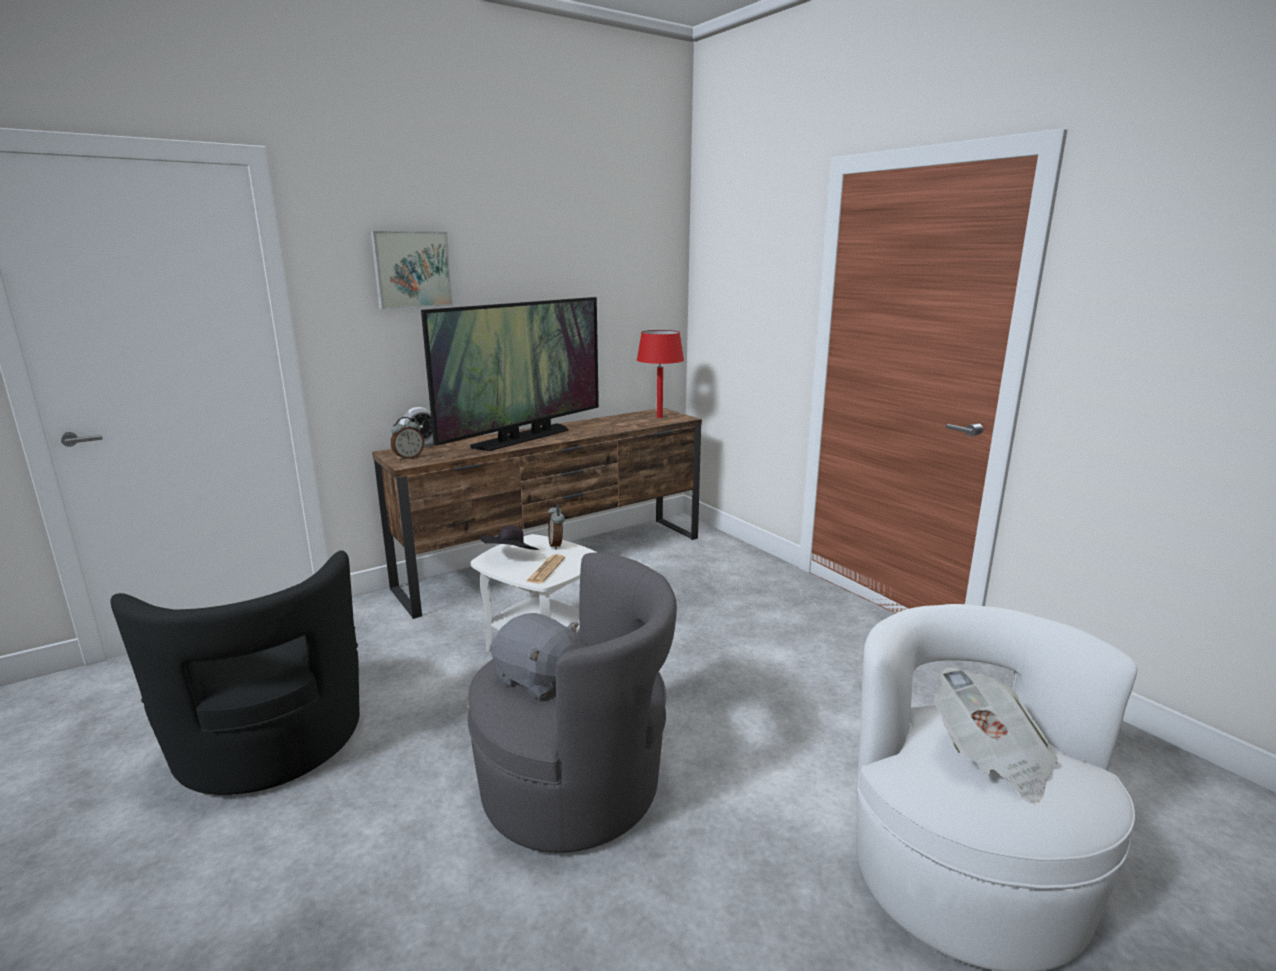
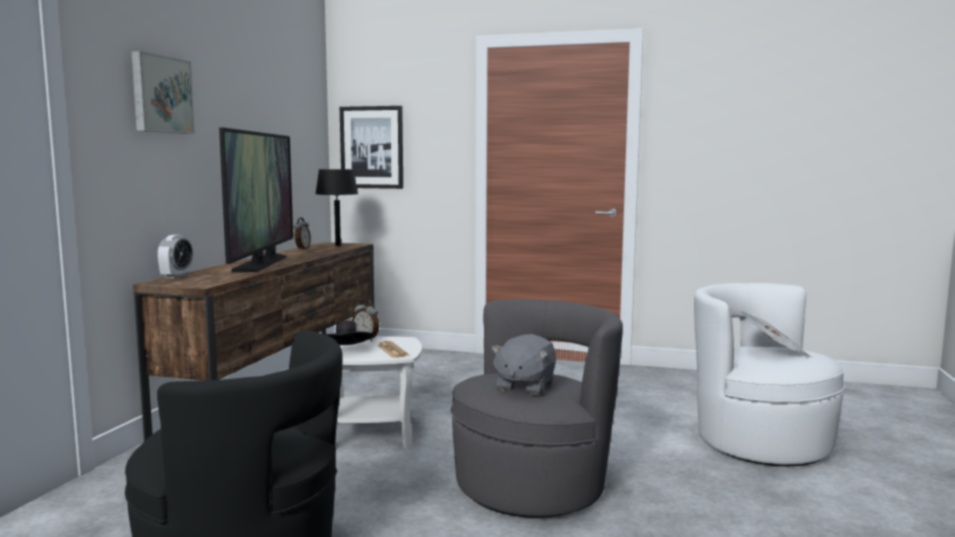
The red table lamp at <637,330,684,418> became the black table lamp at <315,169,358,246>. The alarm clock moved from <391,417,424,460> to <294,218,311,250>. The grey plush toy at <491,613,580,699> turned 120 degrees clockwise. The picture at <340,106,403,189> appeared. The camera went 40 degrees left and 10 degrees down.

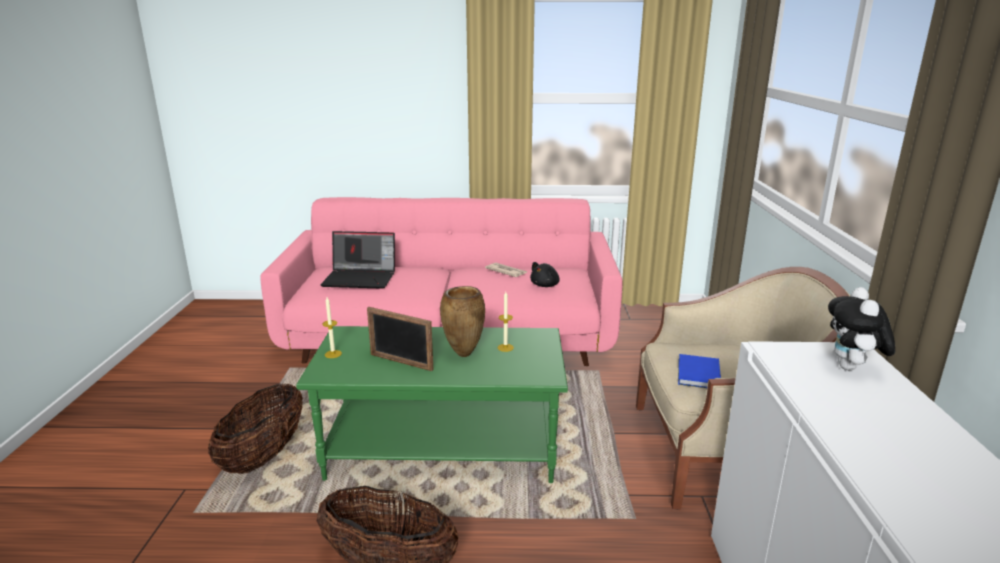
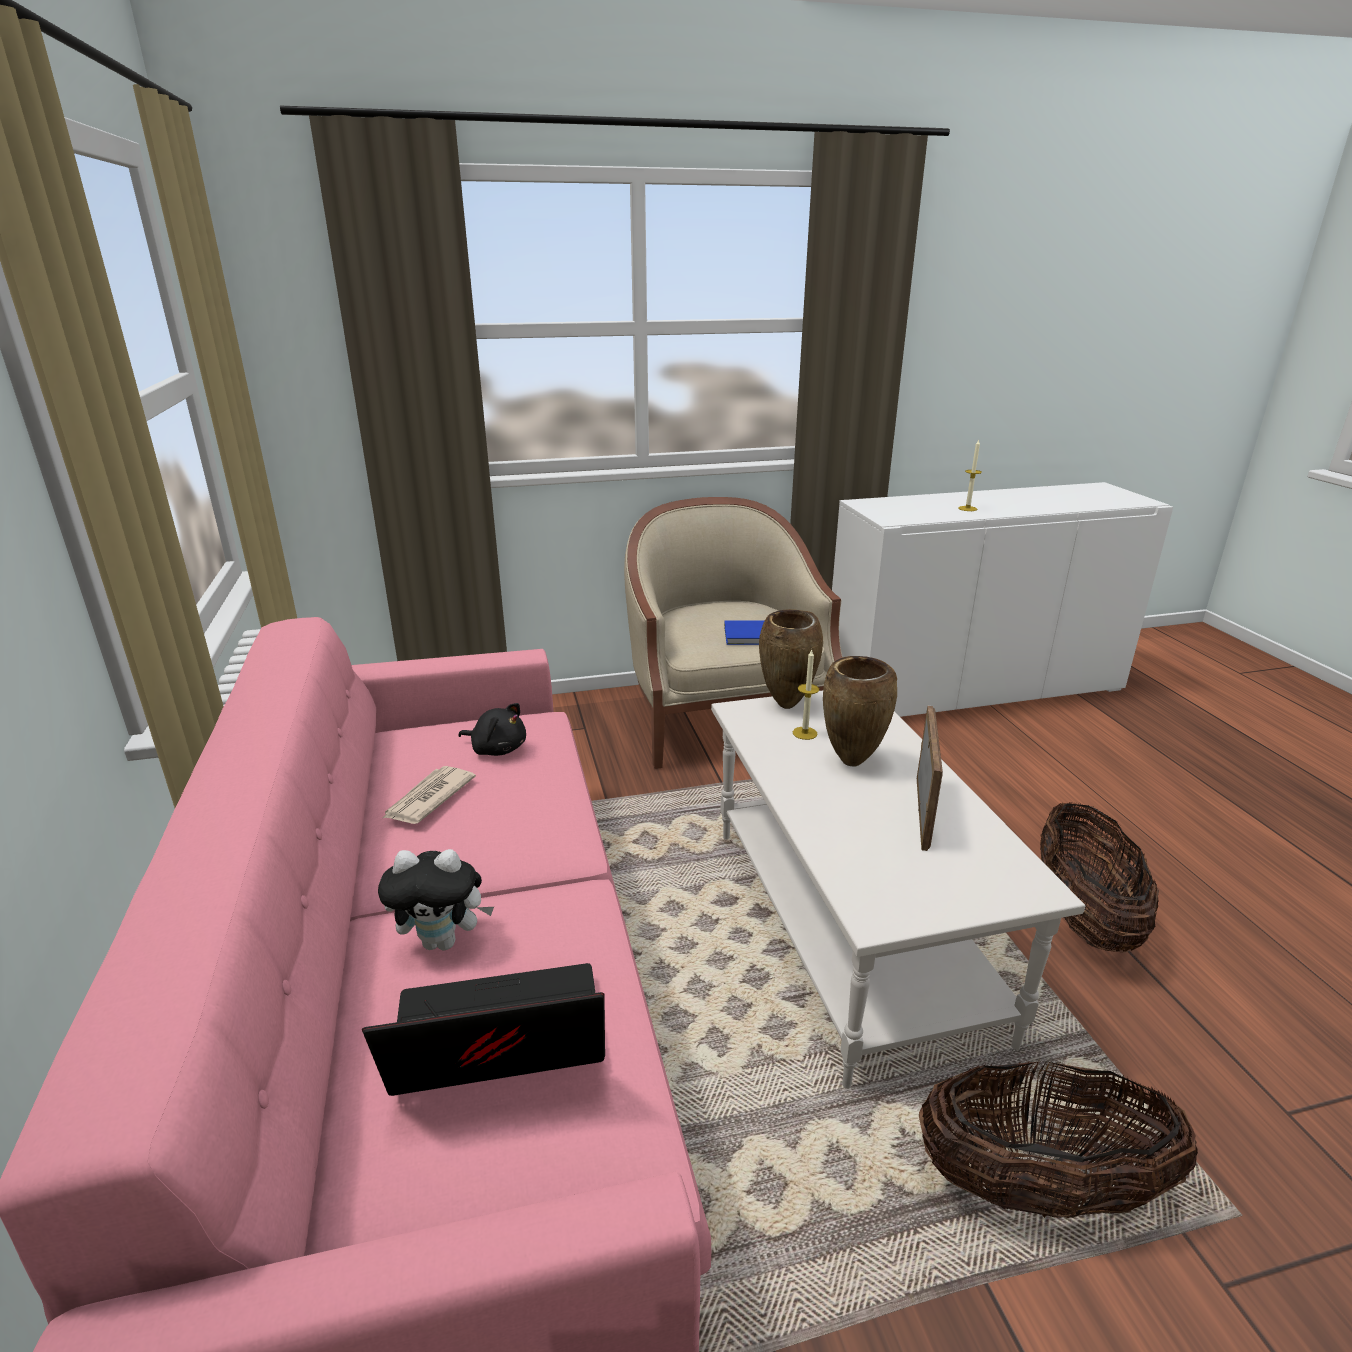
The laptop at <321,231,395,289> turned 90 degrees counterclockwise. The plush toy moved from <828,287,895,370> to <378,849,494,951>. The candle moved from <322,297,342,358> to <958,439,982,511>. The green coffee table at <296,326,568,483> became the white coffee table at <711,690,1085,1089>. The brown vase at <759,609,823,709> appeared. The camera went 105 degrees left and 5 degrees up.

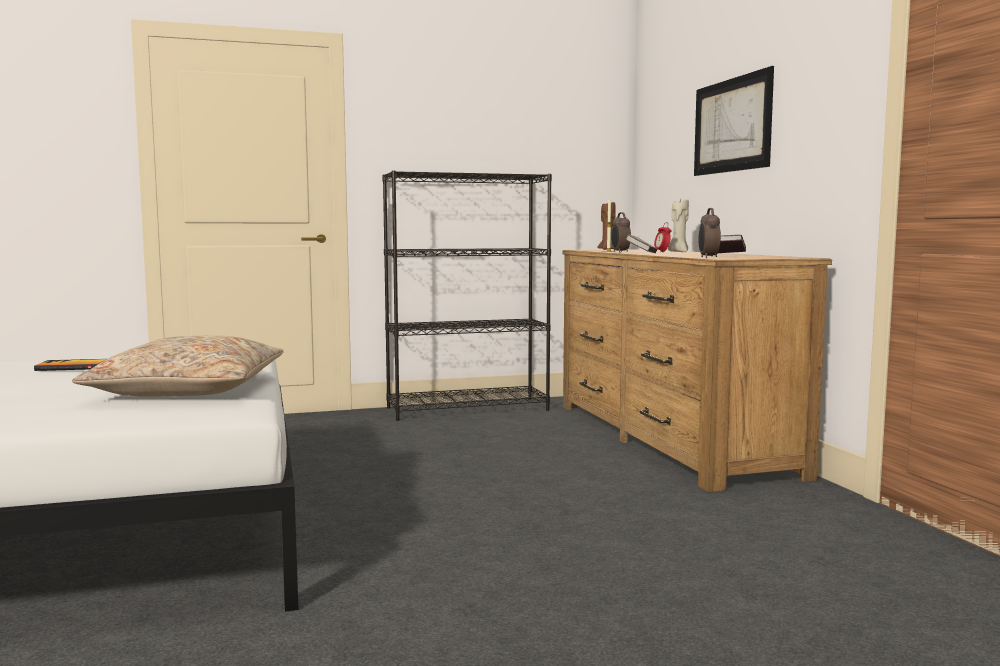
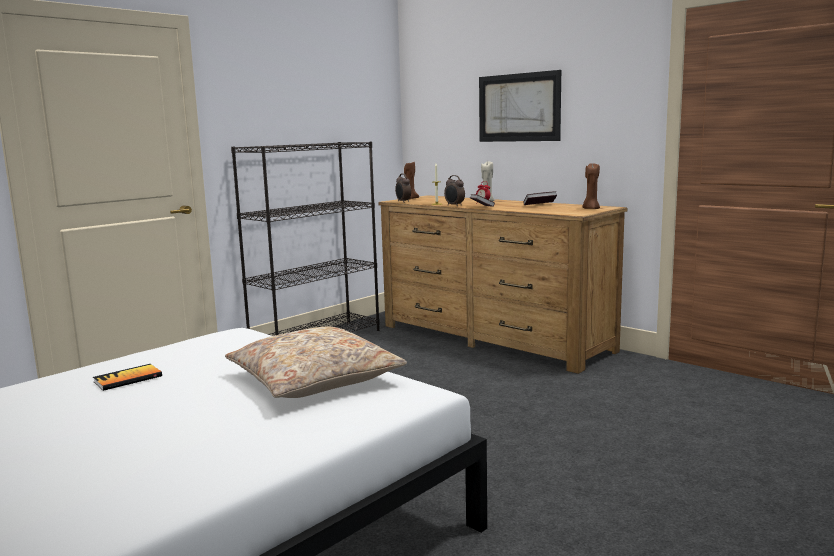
The alarm clock moved from <698,208,721,258> to <395,173,411,202>. The brown candle at <583,163,600,209> appeared. The camera went 30 degrees left and 5 degrees up.

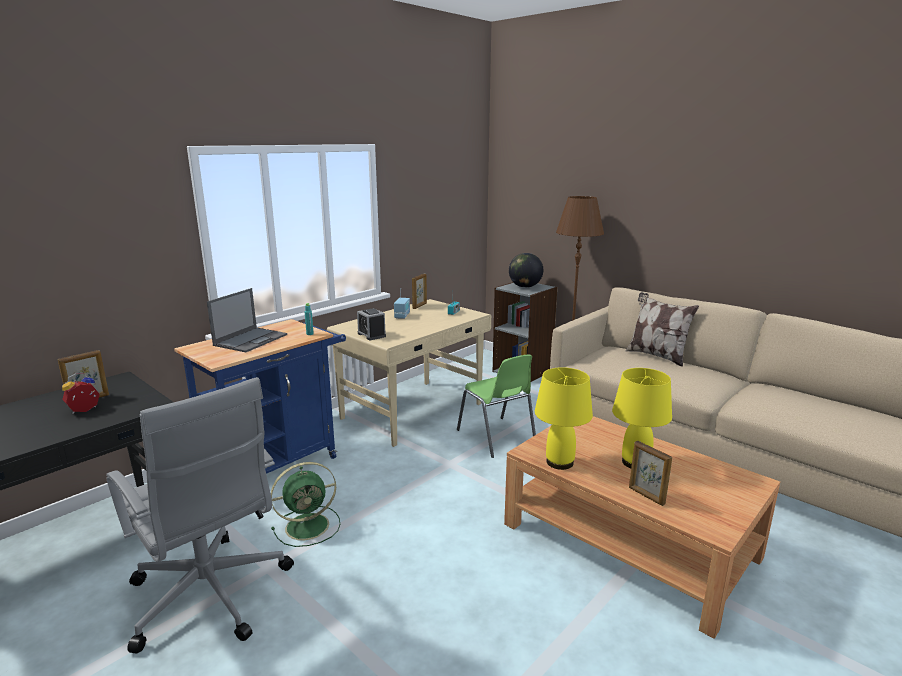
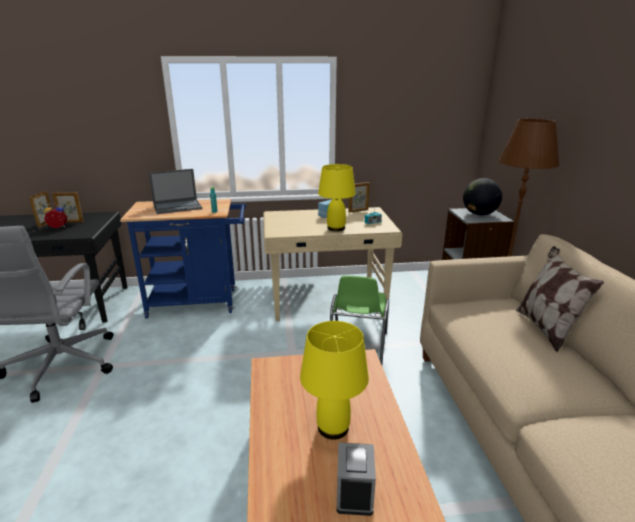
The alarm clock moved from <357,308,386,340> to <337,443,376,516>. The yellow table lamp moved from <535,367,593,470> to <318,164,356,232>. The picture frame moved from <629,441,672,506> to <29,191,52,228>. The green fan at <271,462,340,547> disappeared. The camera went 40 degrees right and 5 degrees up.

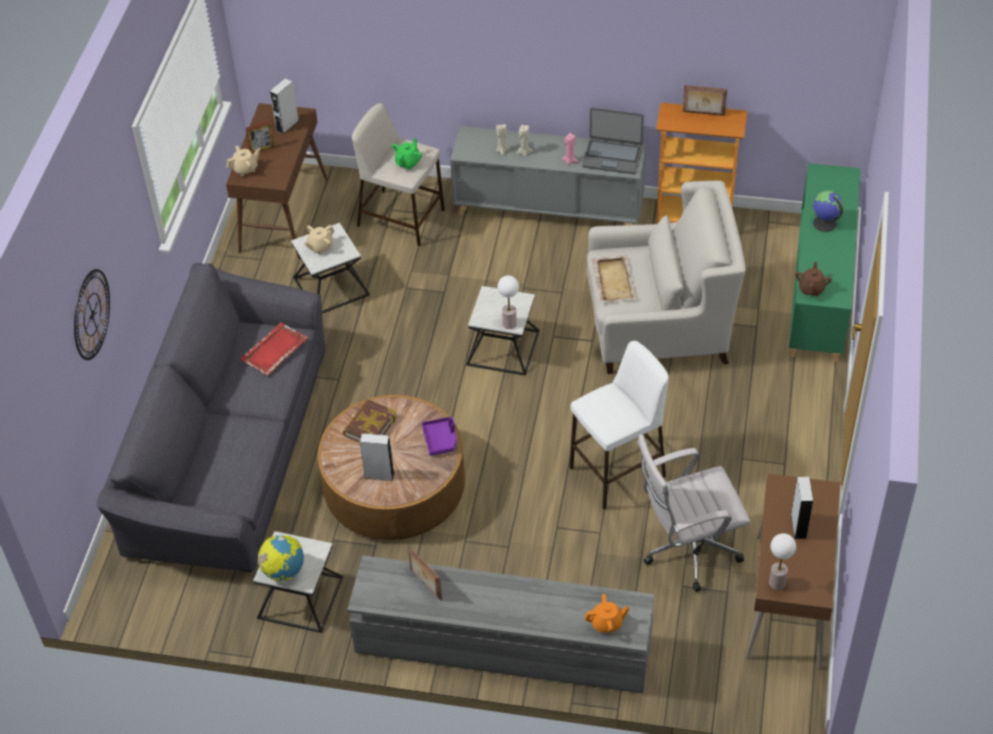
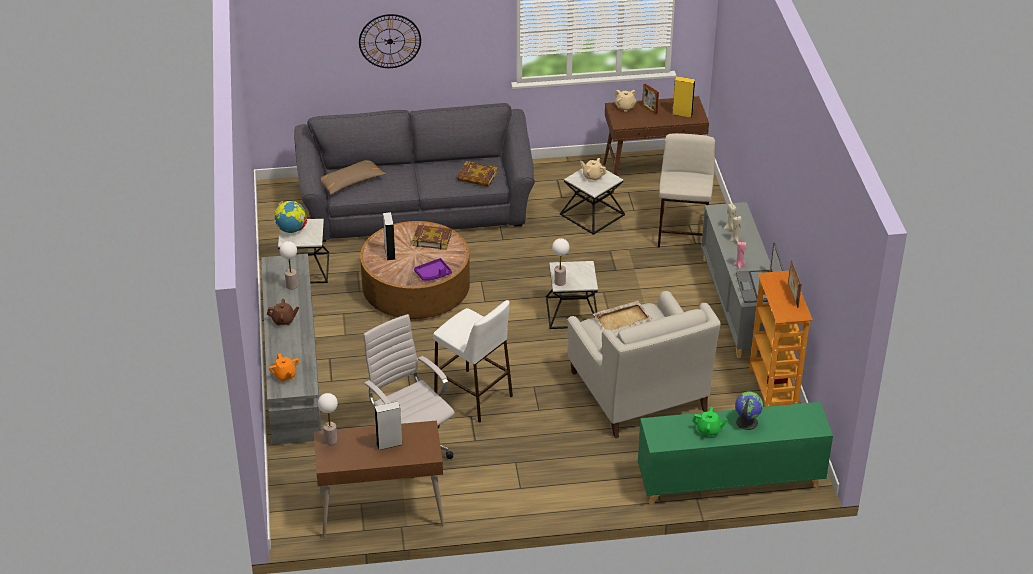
The grey speaker at <270,78,299,134> became the yellow speaker at <672,76,695,118>. The green teapot moved from <392,138,422,170> to <692,407,728,436>. The brown teapot moved from <795,262,832,296> to <267,299,299,325>. The red tray at <240,322,308,375> was replaced by the book at <457,161,498,187>. The picture frame at <408,546,442,601> was replaced by the table lamp at <280,241,298,290>. The brown pillow at <321,160,386,195> appeared. The camera went 70 degrees right and 10 degrees down.

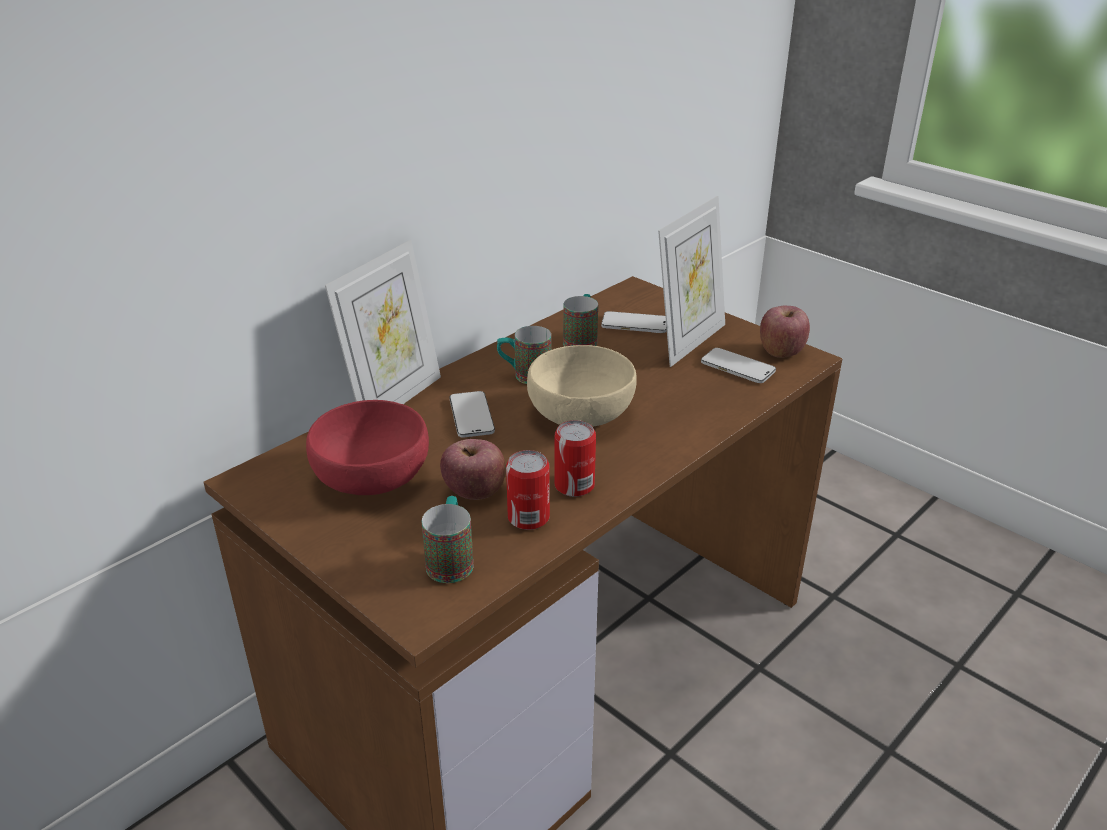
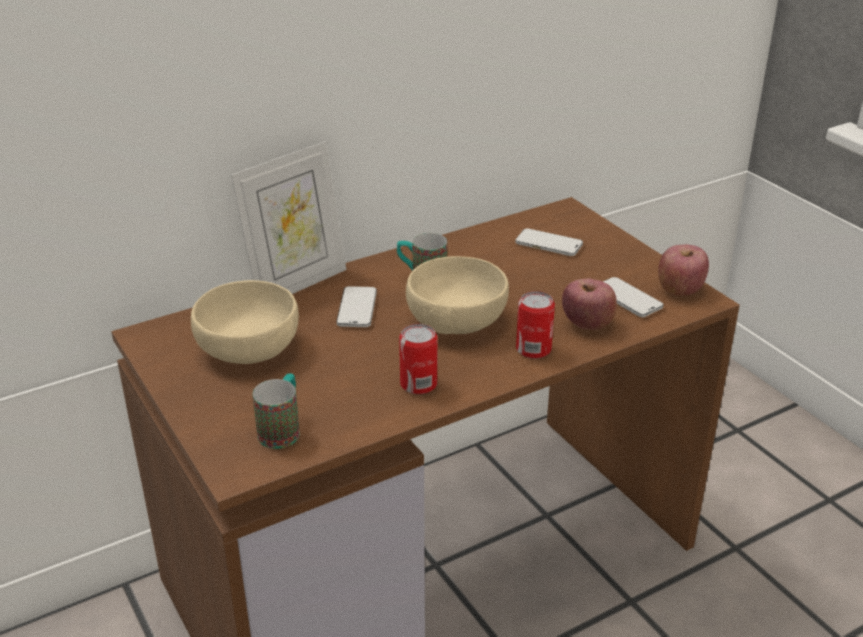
The picture frame at <658,196,725,367> disappeared. The mug at <563,294,598,346> disappeared. The red bowl at <306,400,429,495> became the beige bowl at <191,280,299,364>. The apple moved from <440,439,506,500> to <562,279,617,330>. The can moved from <506,450,550,530> to <516,291,555,359>. The camera went 15 degrees right and 0 degrees up.

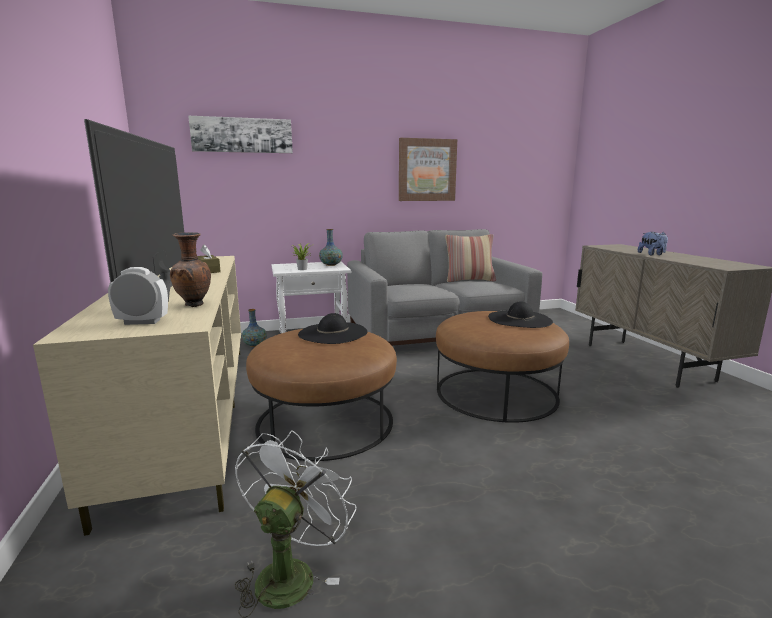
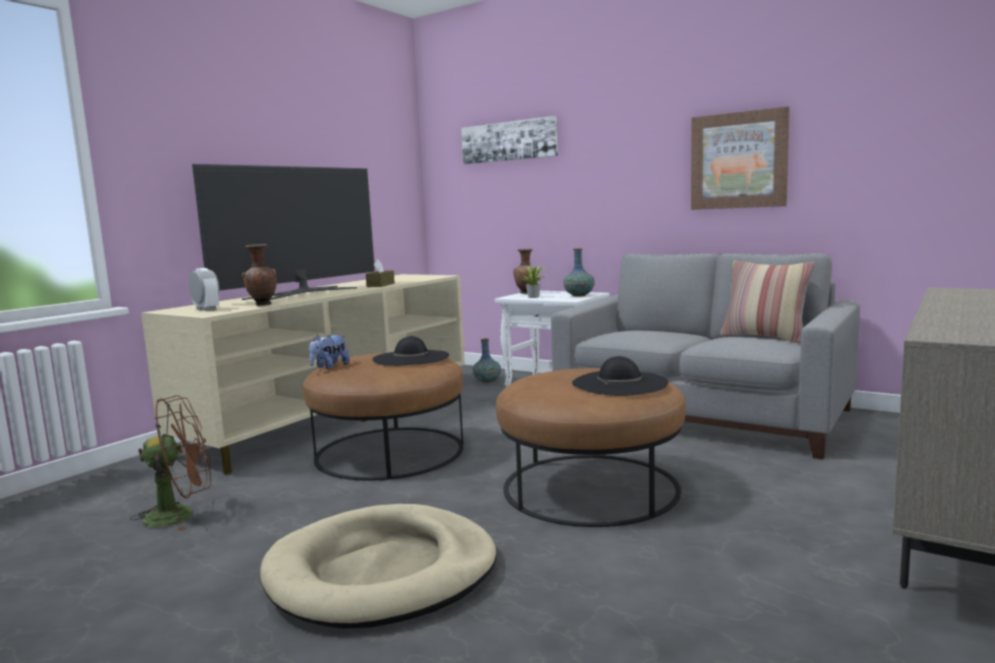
The plush toy moved from <638,232,668,255> to <309,335,349,369>. The white fan at <235,430,356,618> became the brown fan at <130,395,211,531>. The brown vase at <513,249,538,294> appeared. The beige dog bed at <260,504,497,629> appeared. The camera went 50 degrees right and 5 degrees down.

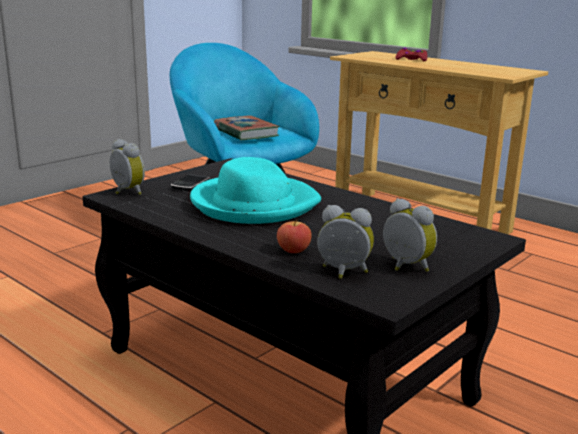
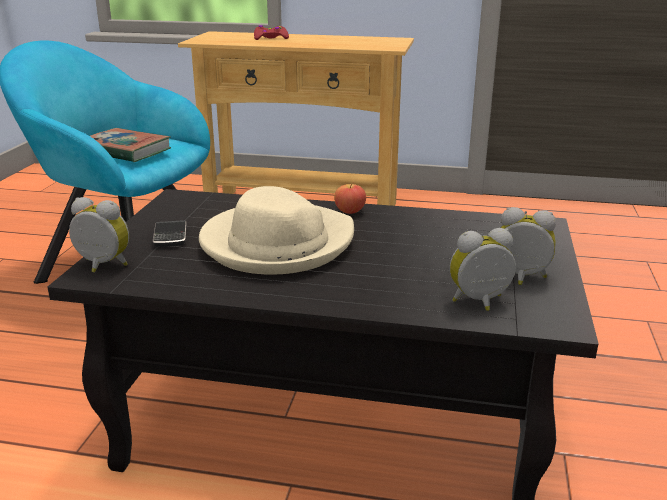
The turquoise hat at <190,157,321,224> became the beige hat at <199,186,354,275>. The apple moved from <277,219,312,253> to <334,182,366,214>. The camera went 30 degrees left and 5 degrees up.

